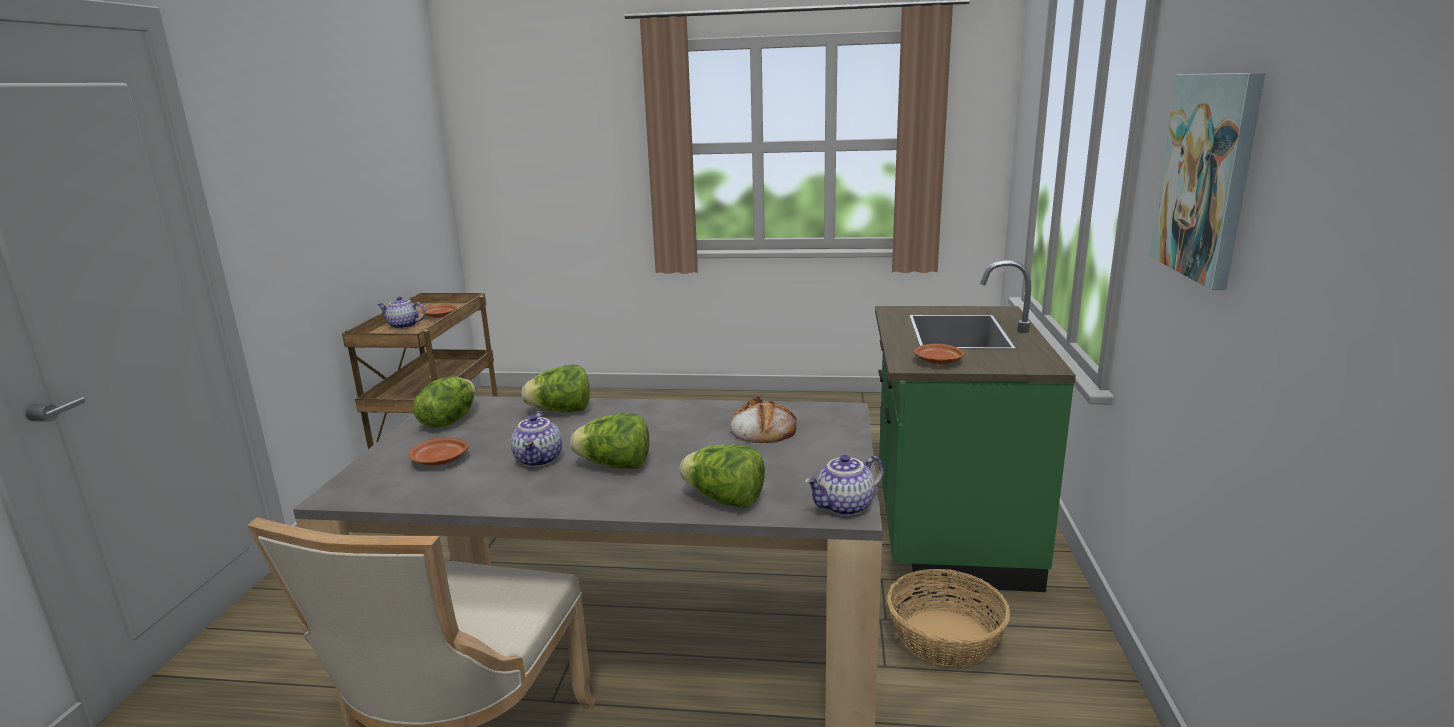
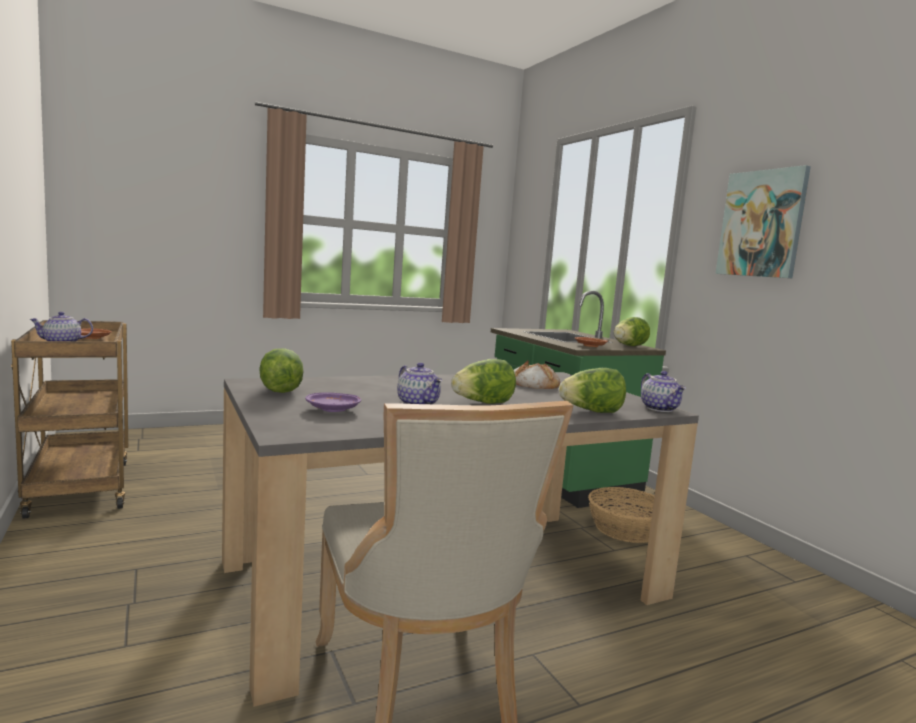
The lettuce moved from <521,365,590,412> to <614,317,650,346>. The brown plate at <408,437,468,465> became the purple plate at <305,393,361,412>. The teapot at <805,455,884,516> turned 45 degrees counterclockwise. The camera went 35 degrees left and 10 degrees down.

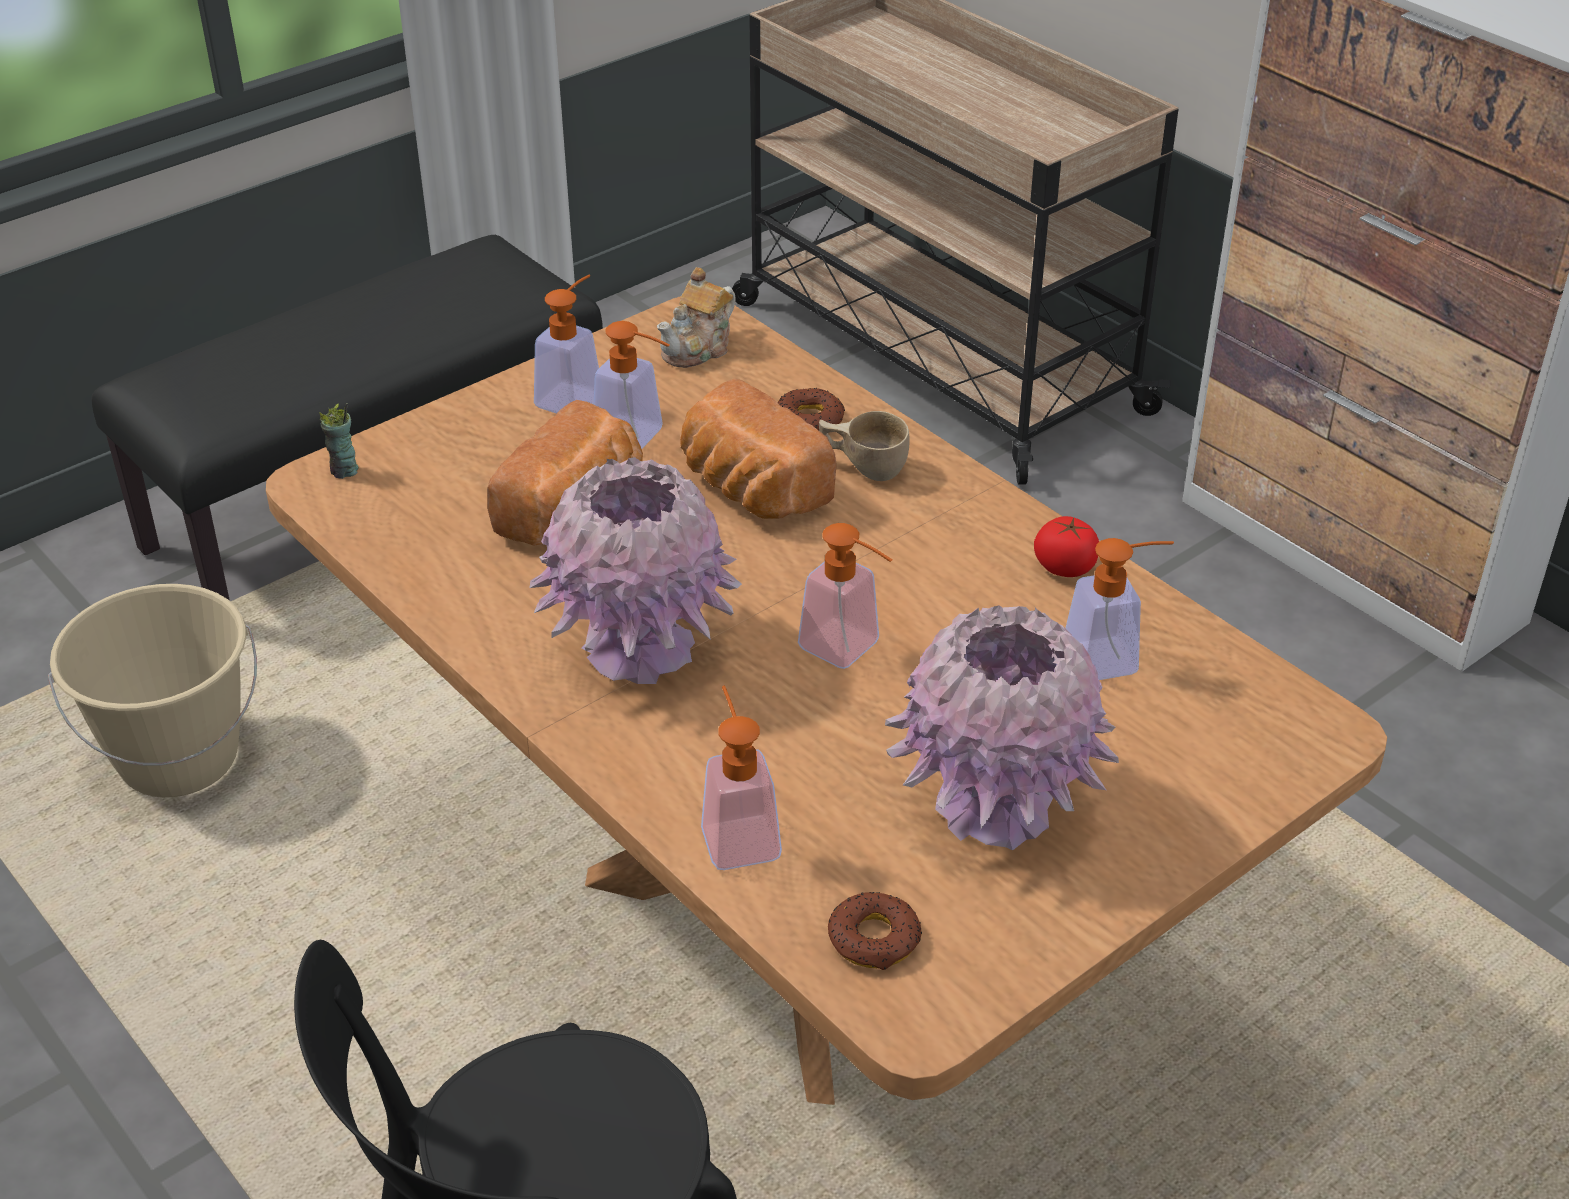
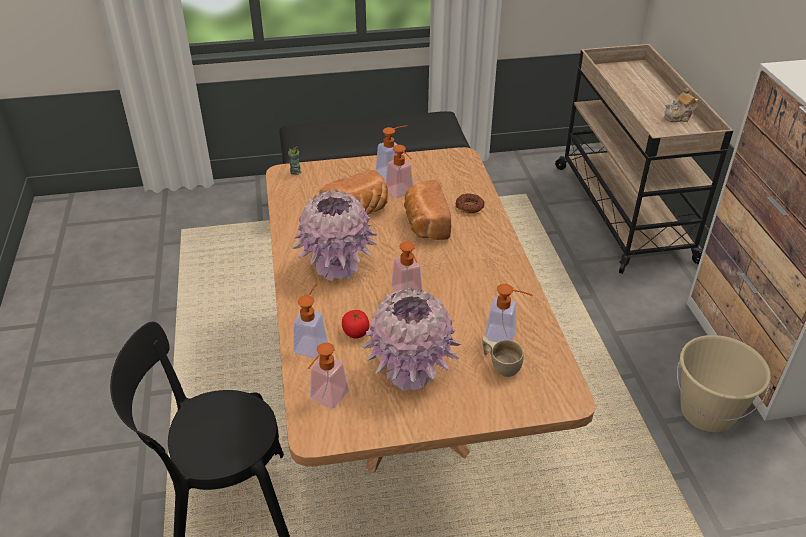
The teapot moved from <657,267,736,368> to <664,88,699,122>. The beige cup moved from <819,411,909,481> to <483,336,524,377>. The tomato moved from <1034,516,1099,577> to <342,310,369,339>. The beige bucket moved from <48,584,257,797> to <677,335,771,432>. The donut at <828,892,922,970> was replaced by the soap dispenser at <307,343,349,409>. The camera went 30 degrees right and 0 degrees up.

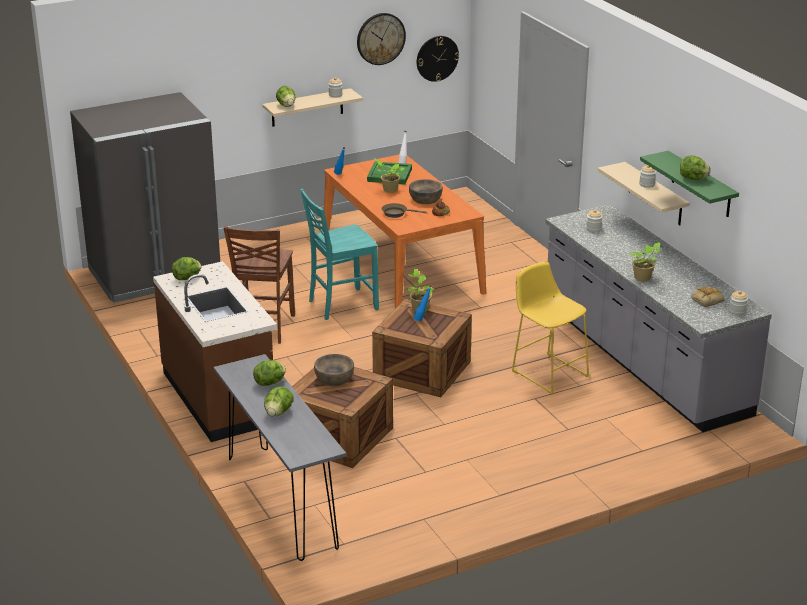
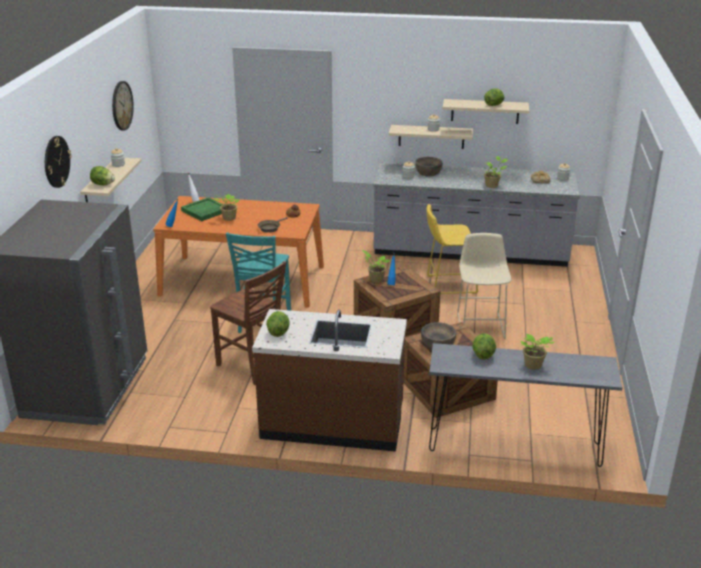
The wall clock moved from <417,36,459,82> to <45,136,71,188>. The green shelf at <640,151,739,217> became the beige shelf at <443,99,529,124>. The brown bowl moved from <409,179,443,204> to <415,157,443,176>. The lettuce at <264,386,294,417> was replaced by the potted plant at <521,334,555,370>. The beige stool at <457,233,512,339> appeared. The camera went 55 degrees left and 0 degrees up.

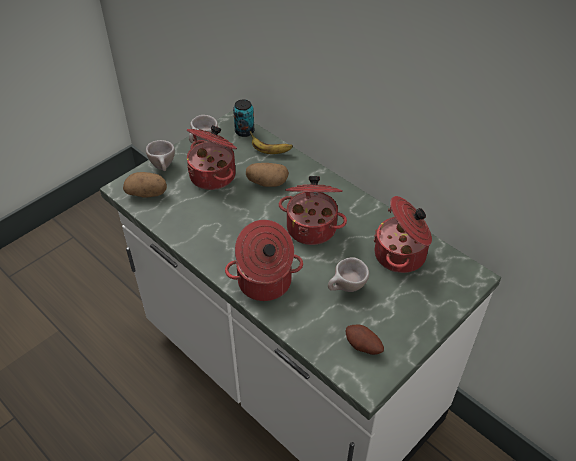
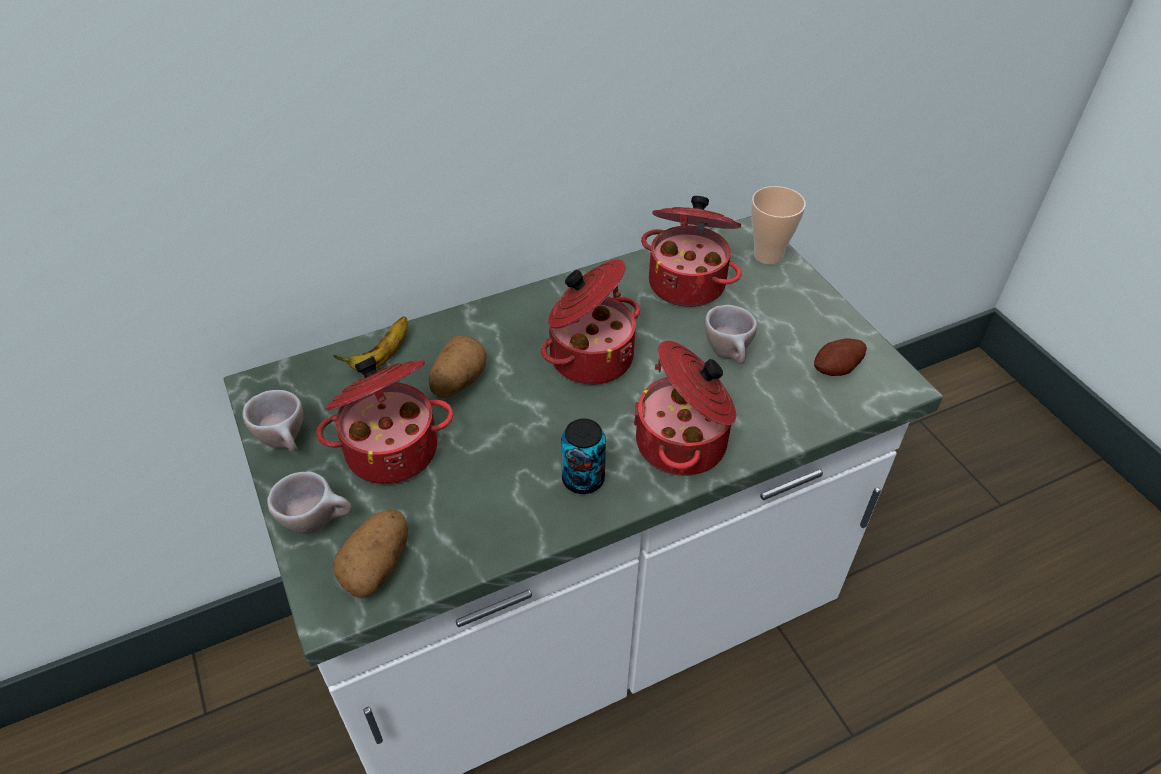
The can moved from <233,99,254,137> to <561,418,606,494>. The cup at <751,186,806,264> appeared. The camera went 70 degrees left and 0 degrees up.

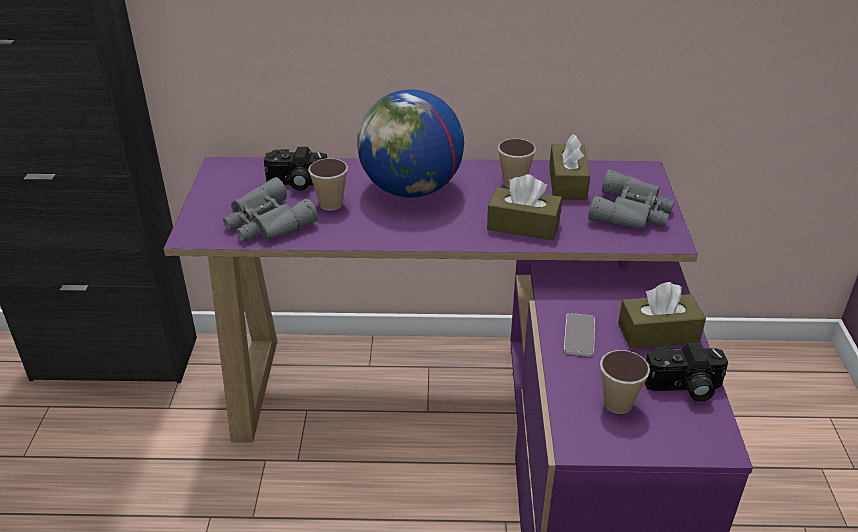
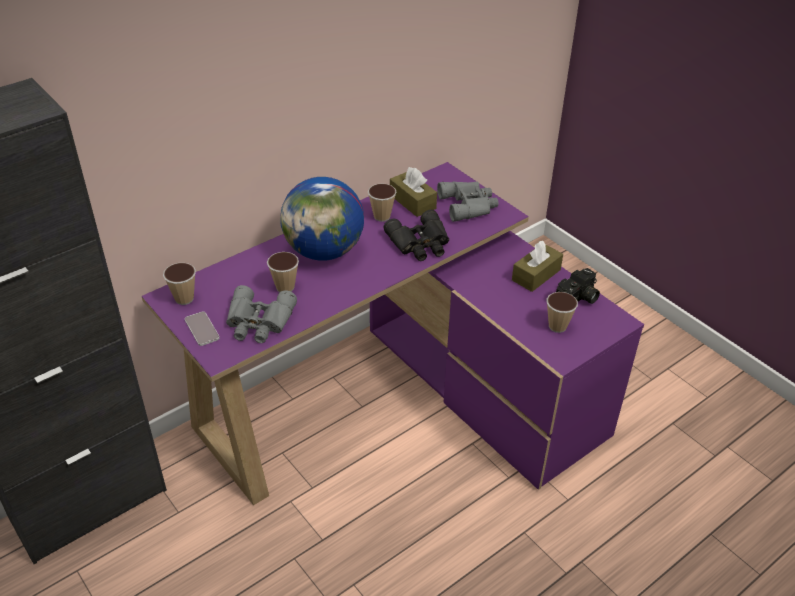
The photo camera at <264,147,327,191> disappeared. The brown tissue box at <487,174,562,240> was replaced by the black binoculars at <384,210,449,261>. The phone moved from <564,313,595,356> to <185,312,220,346>. The cup at <163,263,196,305> appeared. The camera went 40 degrees left and 5 degrees up.

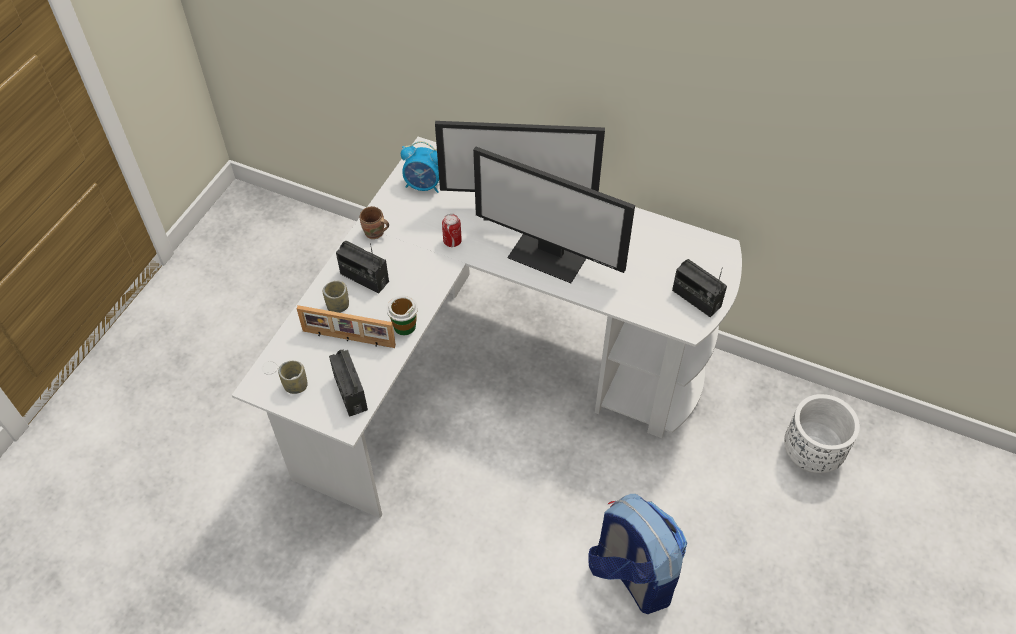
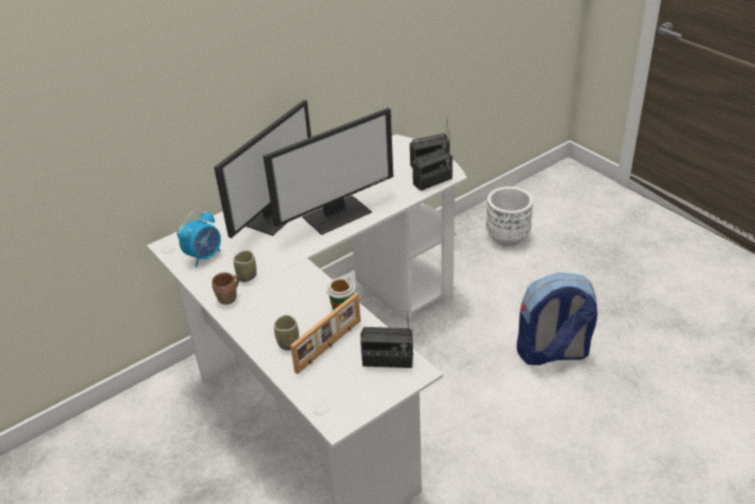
The can at <442,214,462,247> disappeared. The radio moved from <336,241,389,293> to <412,129,453,191>. The cup moved from <278,361,308,394> to <233,250,257,282>. The camera went 60 degrees left and 15 degrees down.

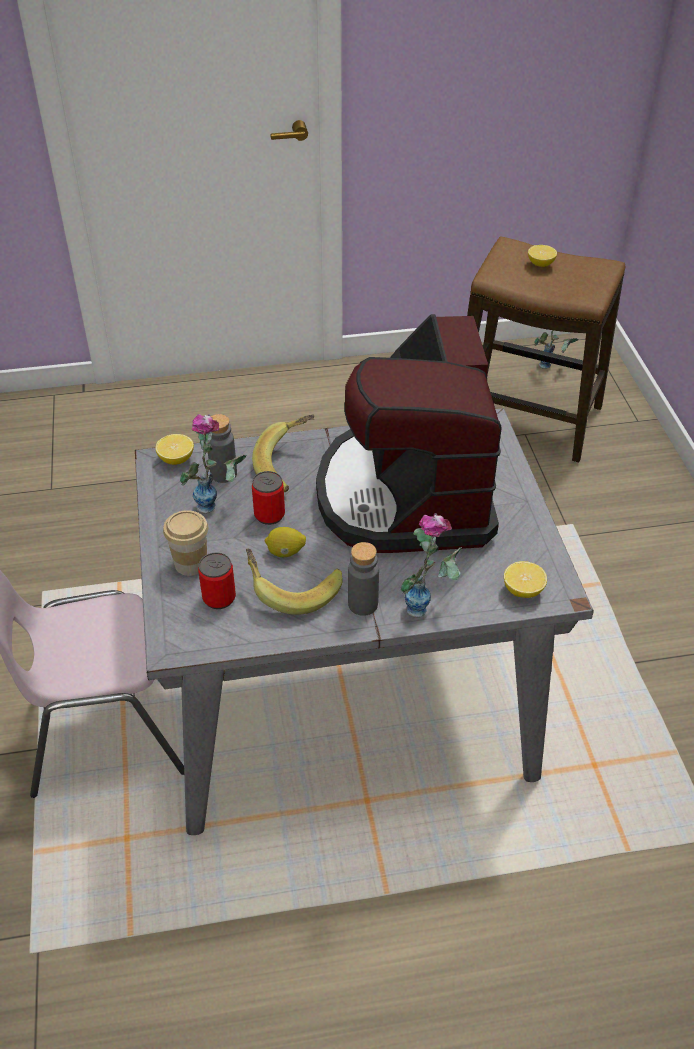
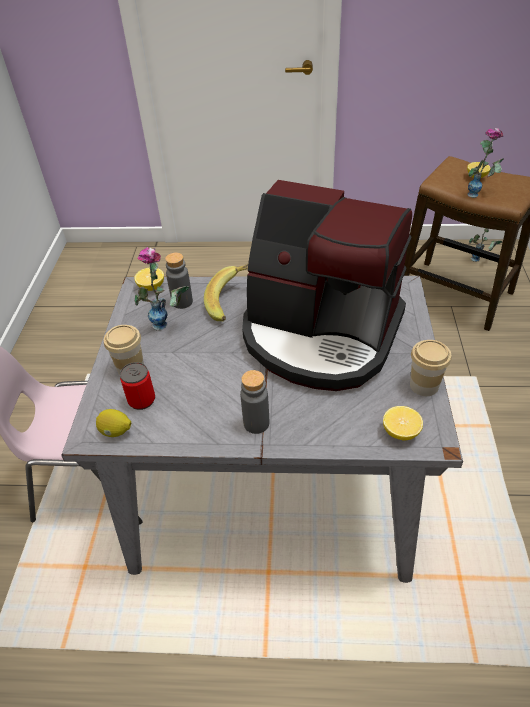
The coffee machine at <316,314,502,553> turned 75 degrees counterclockwise. The can at <252,471,285,525> disappeared. The vase moved from <401,513,462,617> to <468,128,504,198>. The lemon moved from <265,527,306,557> to <96,409,131,437>. The banana at <246,549,343,615> disappeared. The cup at <410,340,451,396> appeared. The camera went 15 degrees right and 0 degrees up.

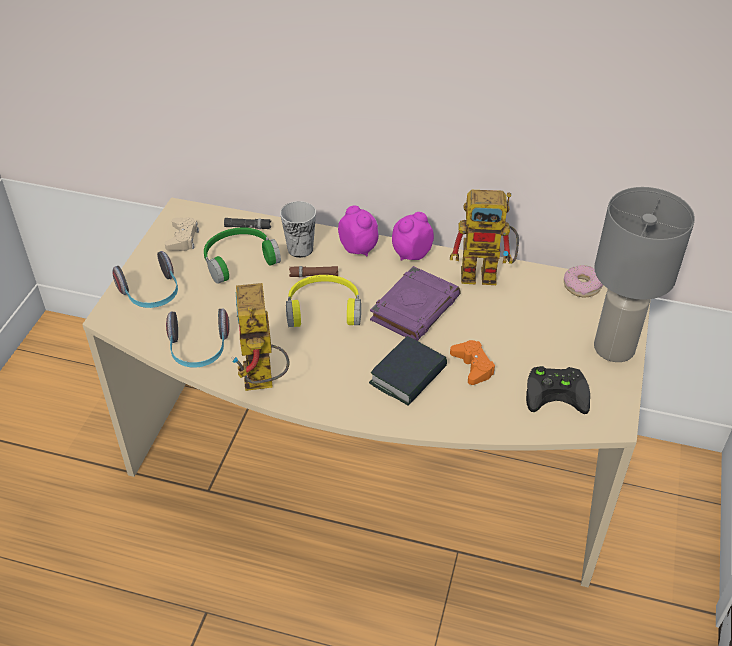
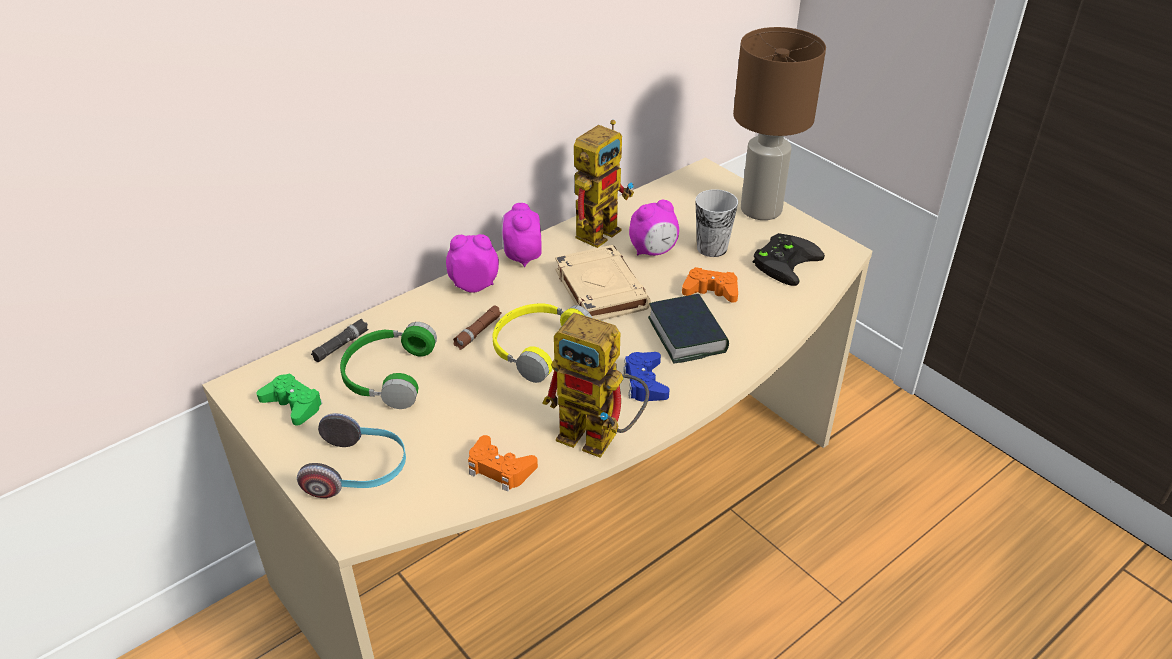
The grey table lamp at <594,187,695,362> became the brown table lamp at <733,27,826,220>. The cup moved from <280,201,316,258> to <695,189,738,257>. The beige game controller at <165,217,199,251> became the green game controller at <257,373,323,426>. The donut at <564,265,603,297> disappeared. The purple book at <370,266,461,341> became the beige book at <555,245,651,321>. The headphones at <166,308,230,368> was replaced by the orange game controller at <468,435,538,492>. The alarm clock at <629,200,679,256> appeared. The blue game controller at <623,352,669,401> appeared. The camera went 55 degrees left and 5 degrees down.

